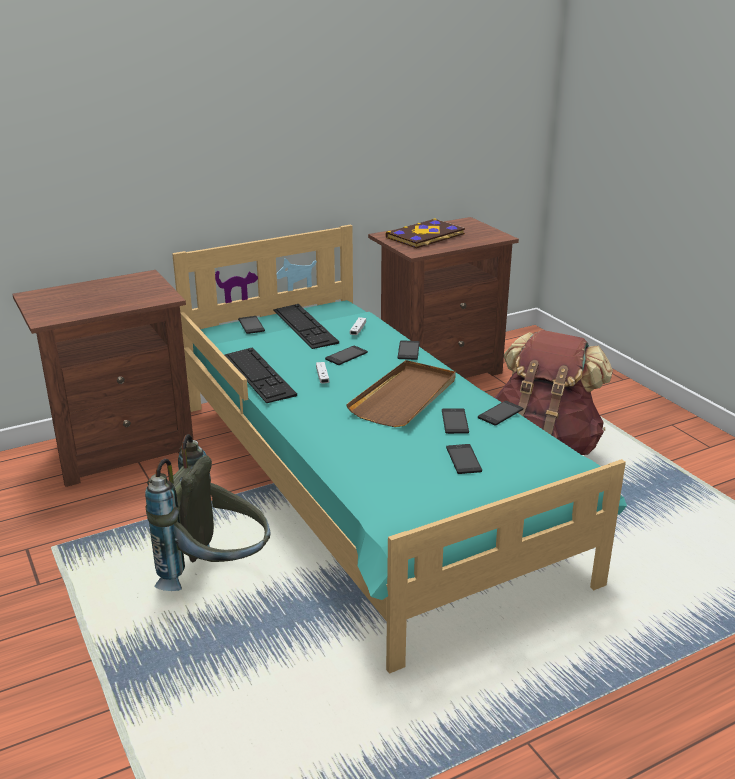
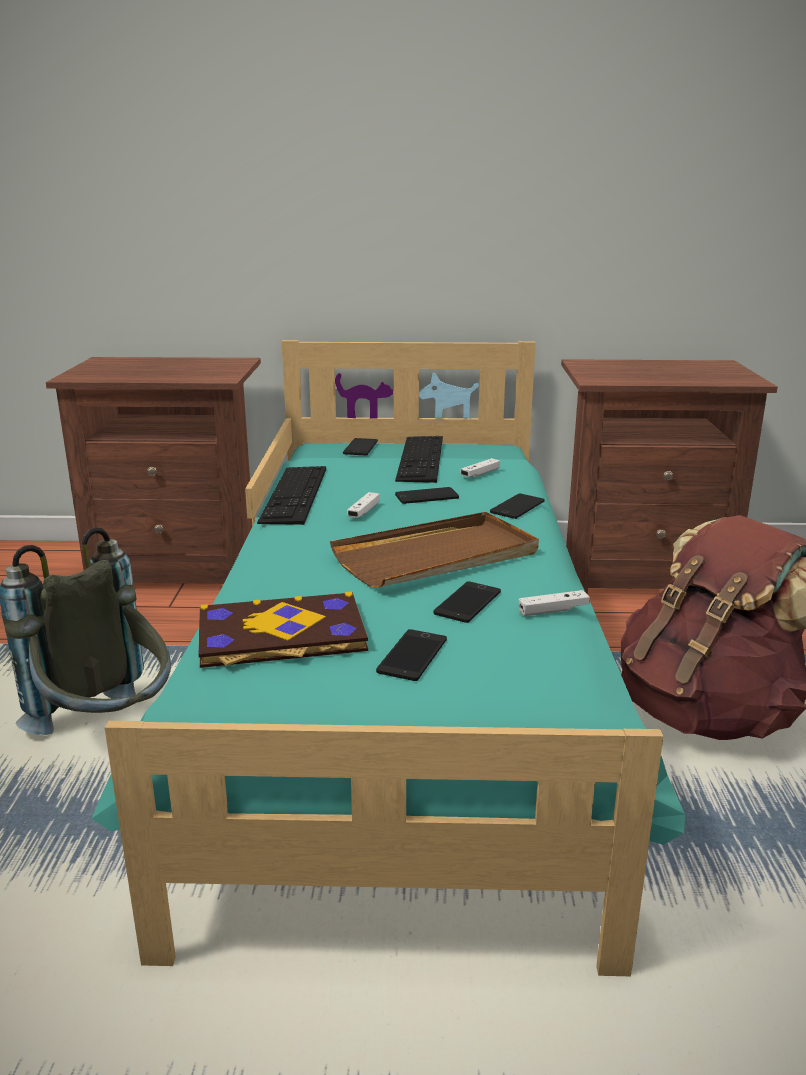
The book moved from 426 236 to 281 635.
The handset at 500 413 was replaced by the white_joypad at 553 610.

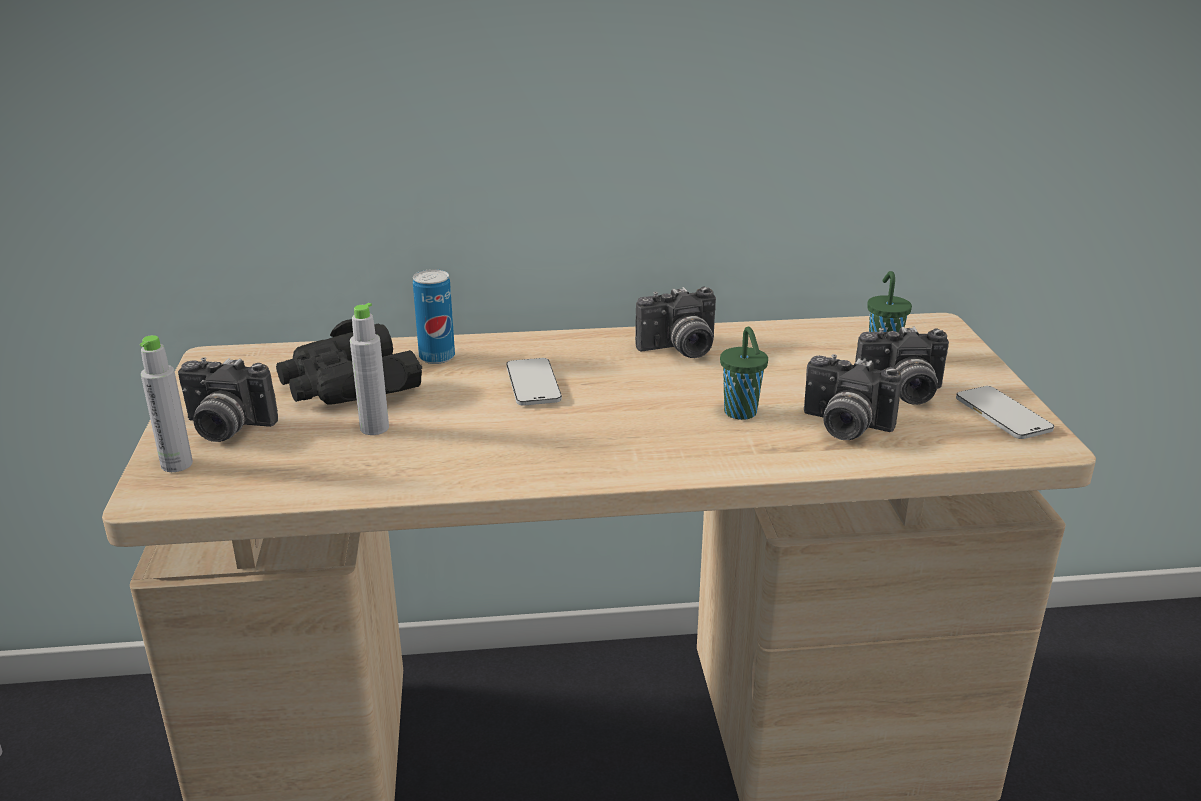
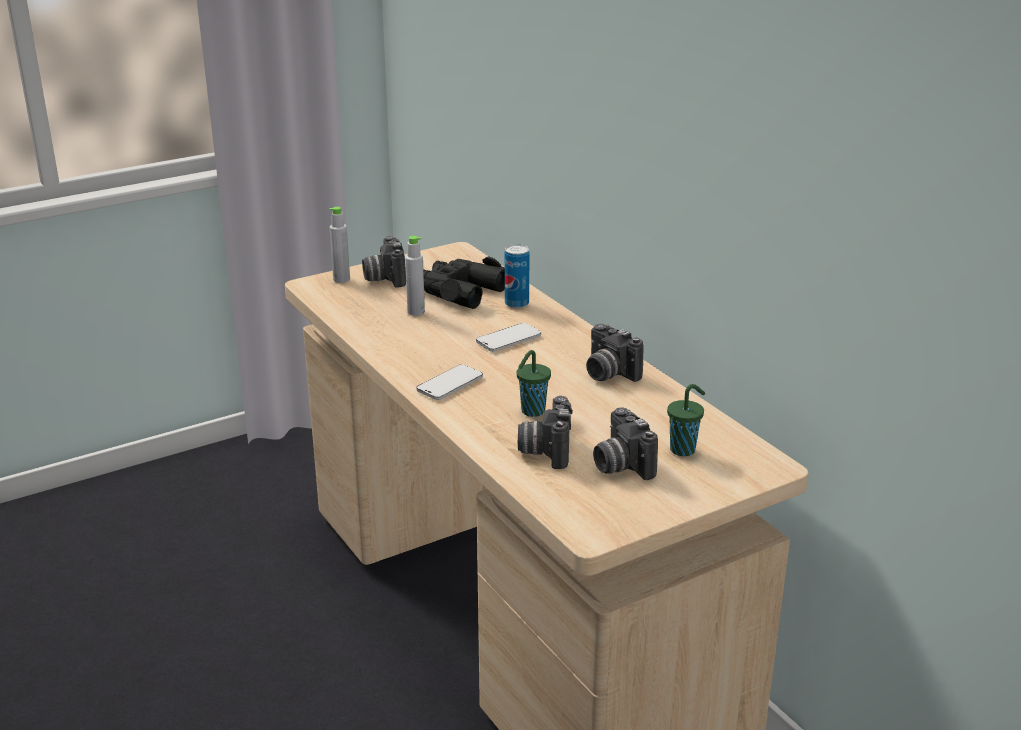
The handset moved from 1002 415 to 450 384.

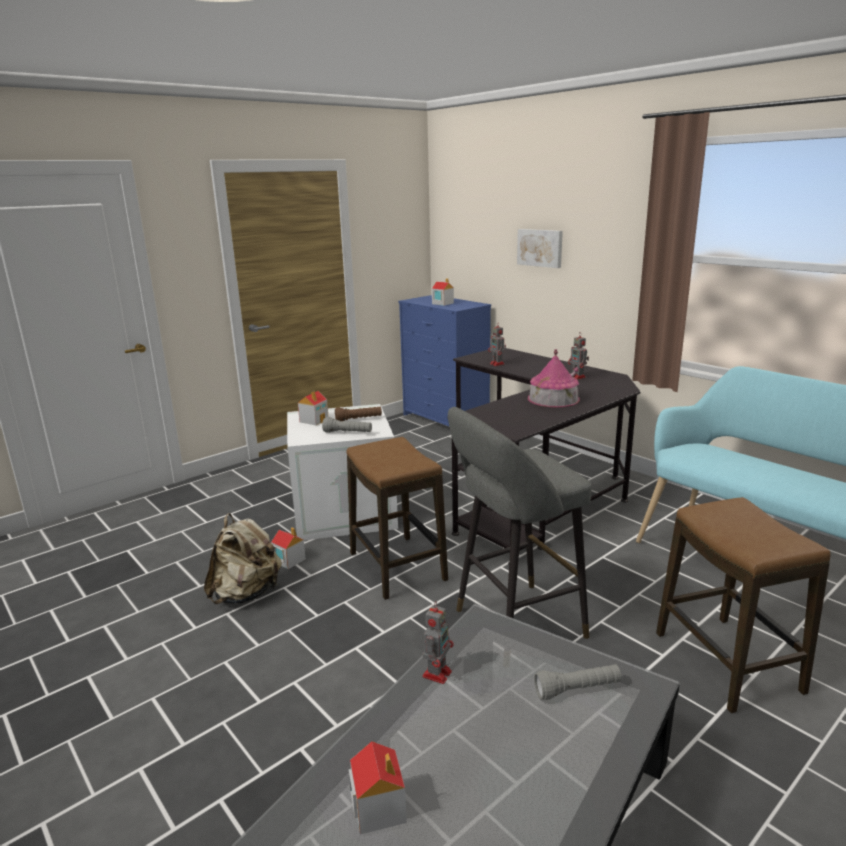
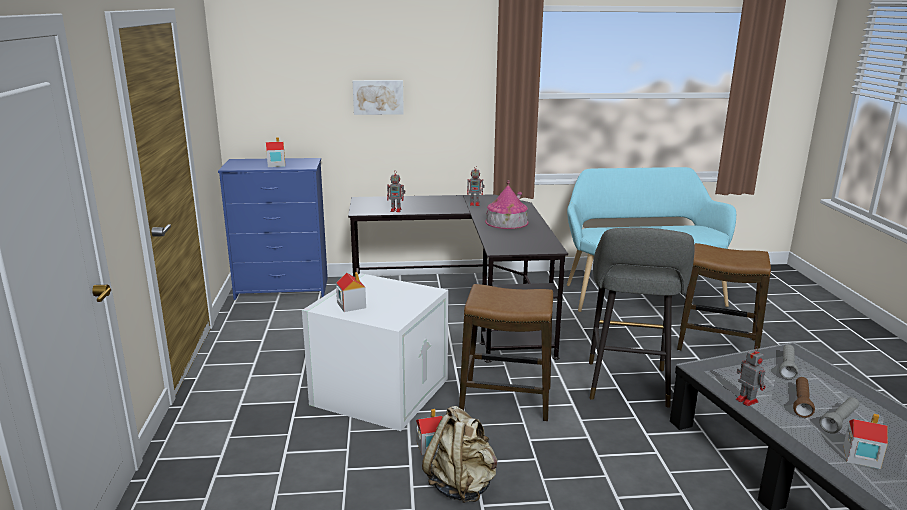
The brown-coloured_flashlight moved from 358 420 to 801 403.
The greyish_flashlight moved from 348 433 to 839 421.

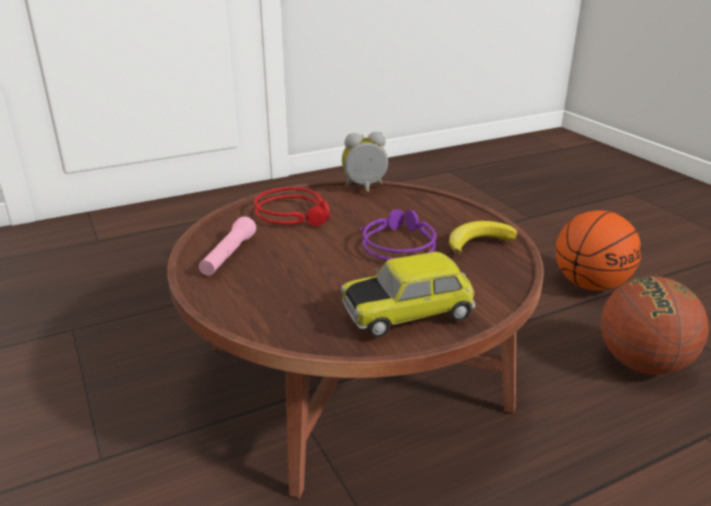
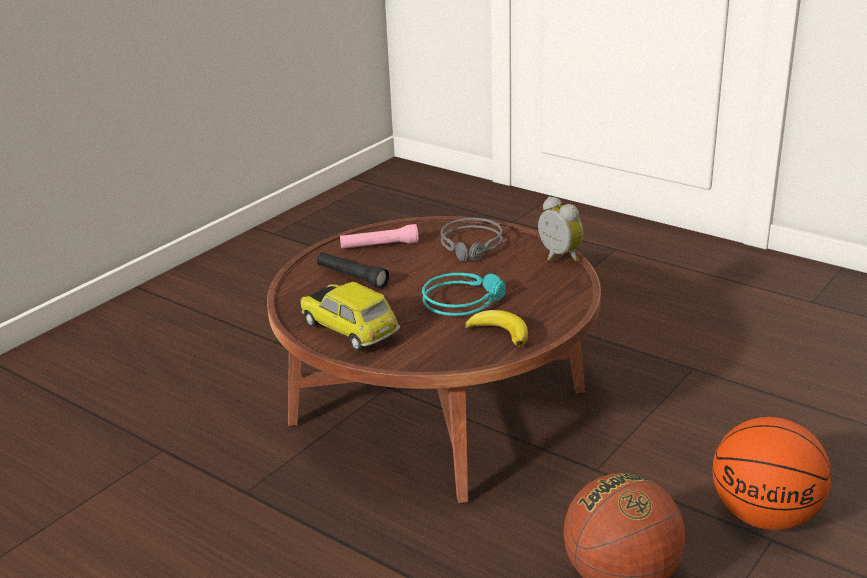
The black_flashlight at 352 277 appeared.
The purple-coloured_pair_of_headphones at 397 244 became the turquoise_pair_of_headphones at 463 300.
The red_pair_of_headphones at 295 214 became the greyish_pair_of_headphones at 473 246.

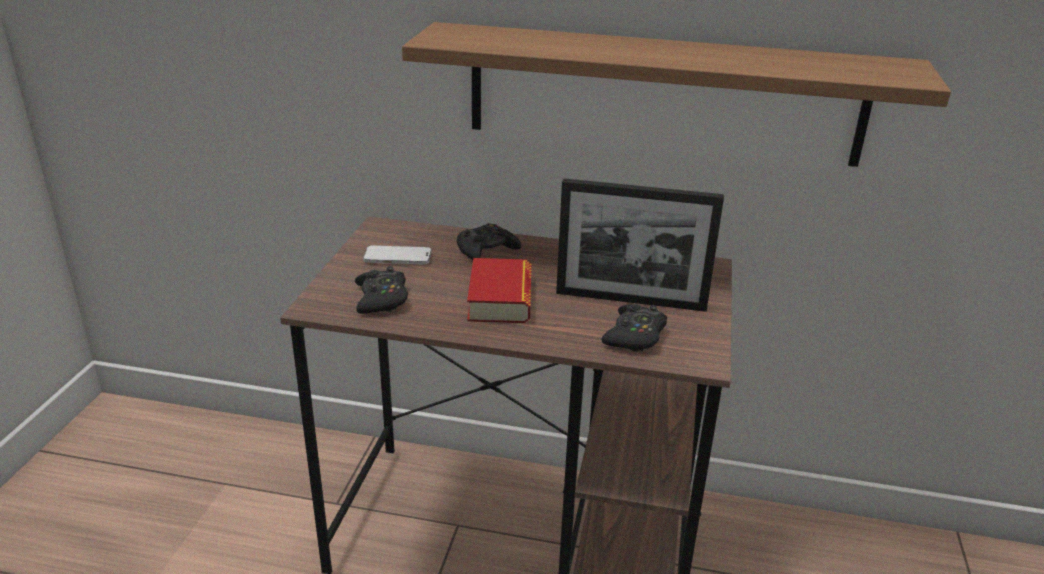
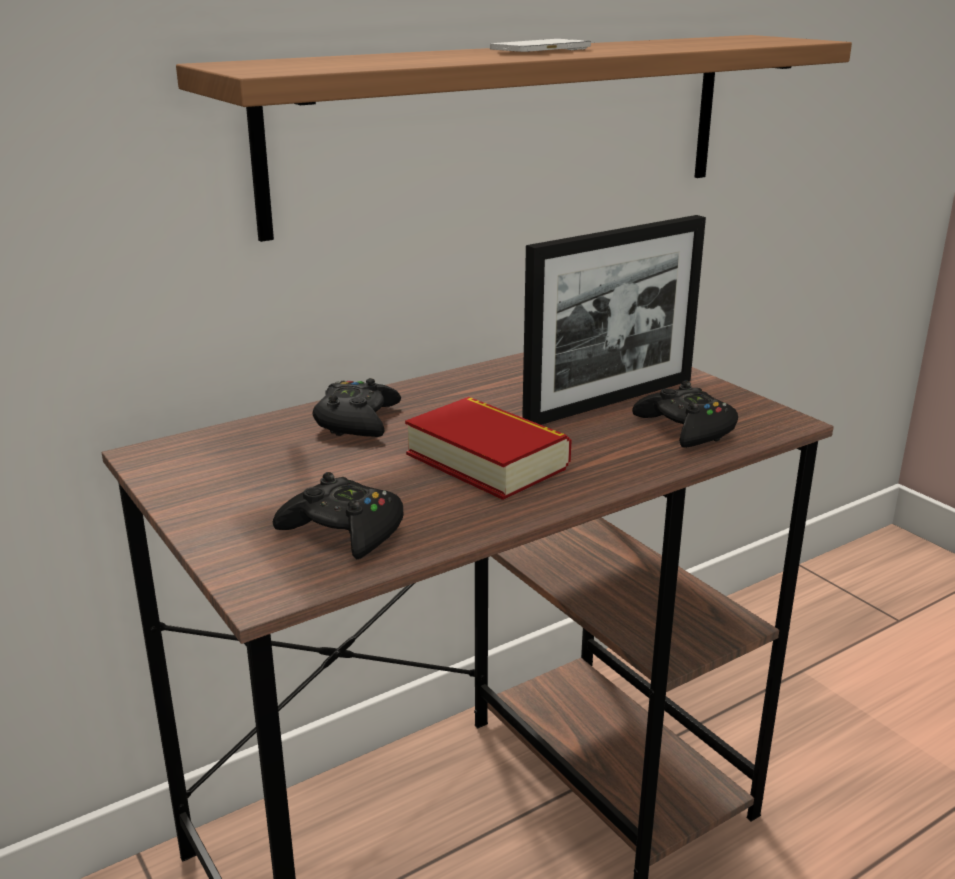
The handset moved from 398 257 to 541 50.

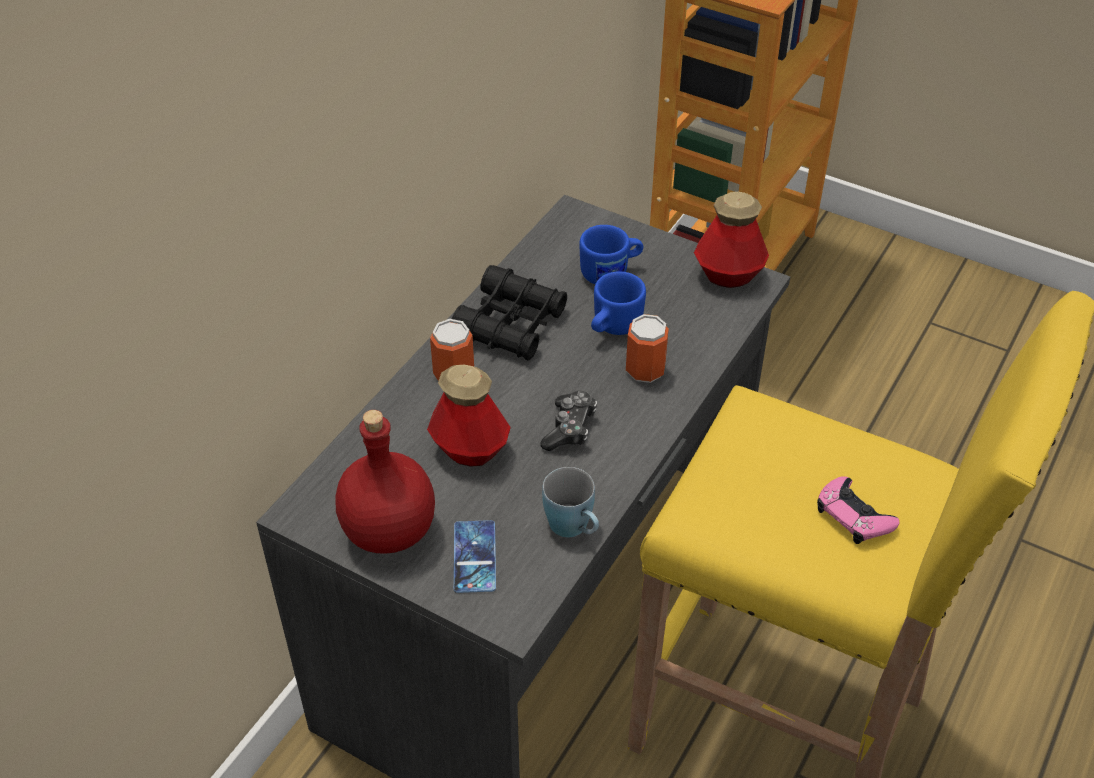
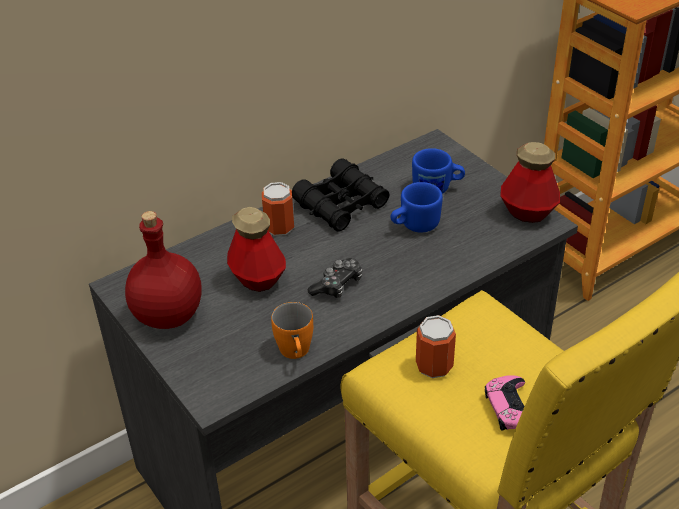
The blue_mug at 574 529 became the orange-coloured_mug at 296 353.
The sealed_can moved from 645 370 to 434 366.
The handset at 474 557 disappeared.

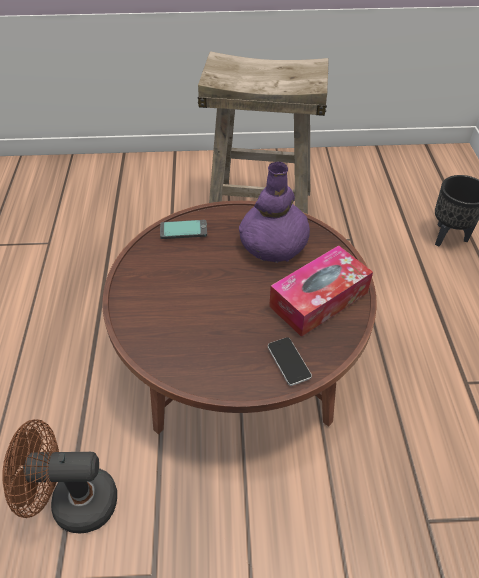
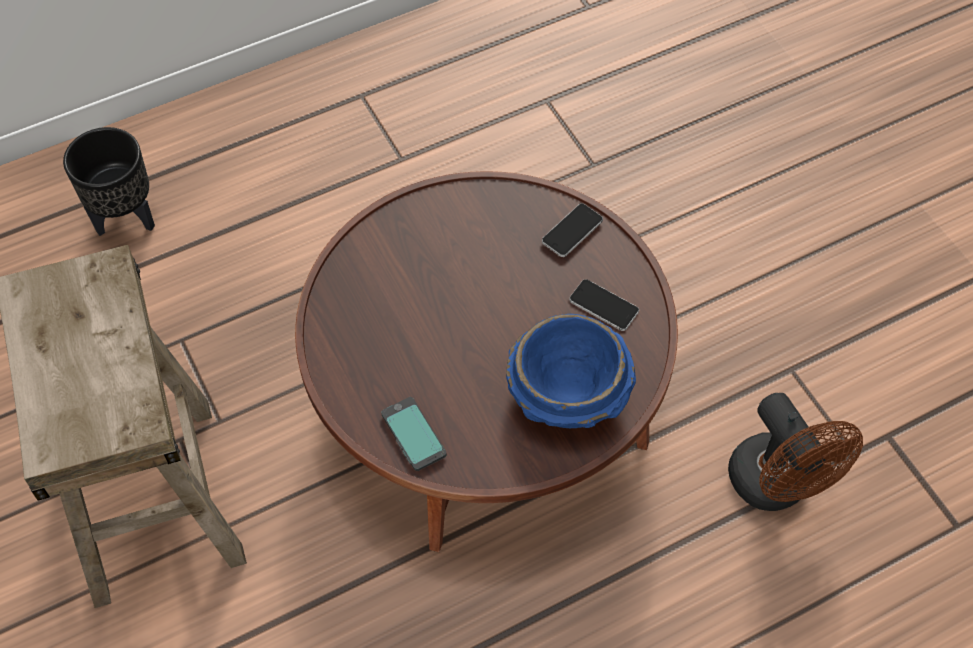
The blue_serving_bowl at 569 394 appeared.
The handset at 603 306 appeared.
The purple-coloured_decorative_vase at 273 245 disappeared.
The box_of_tissues at 319 299 disappeared.

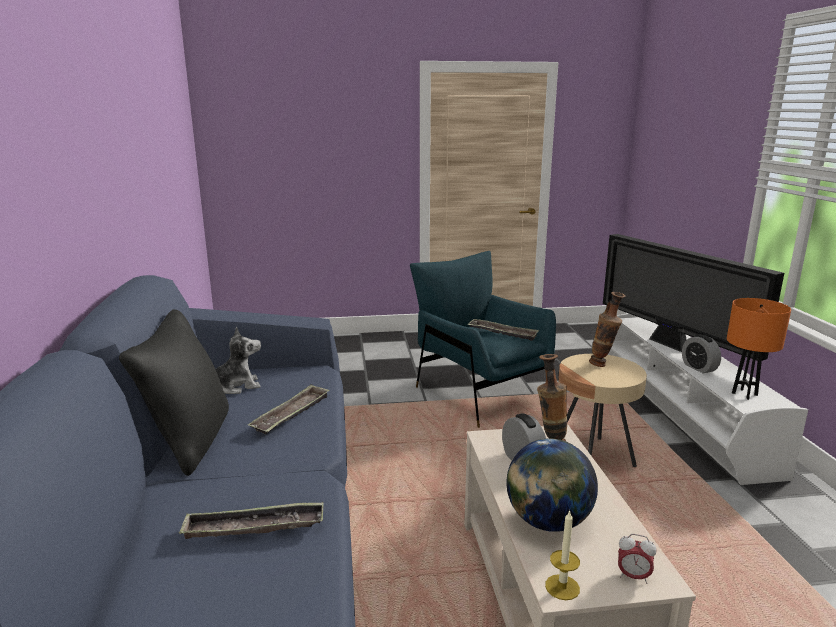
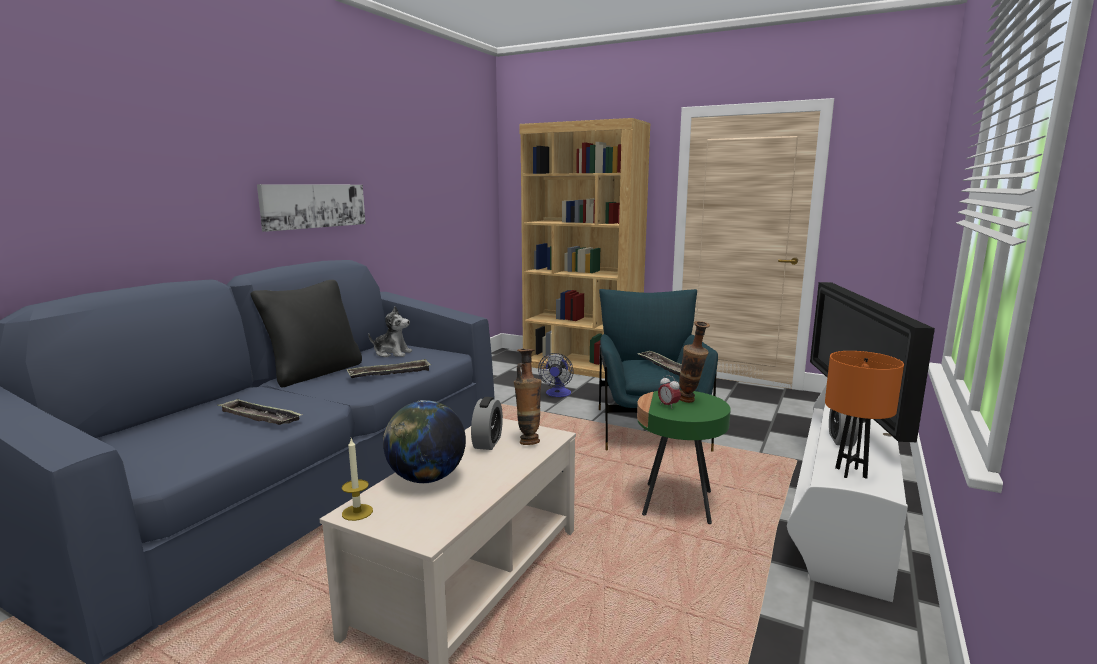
The wall_art at 314 206 appeared.
The brown-coloured_shelving_unit at 581 367 appeared.
The fan at 557 394 appeared.
The beige_side_table at 593 457 became the greenish_side_table at 677 503.
The table_clock moved from 633 576 to 668 406.

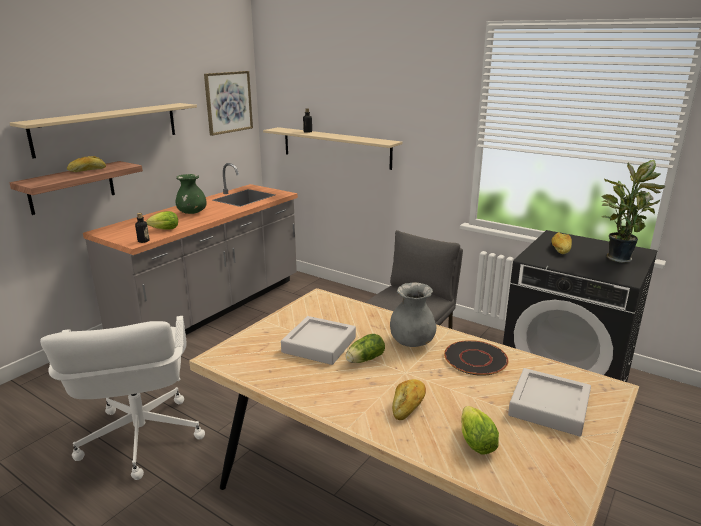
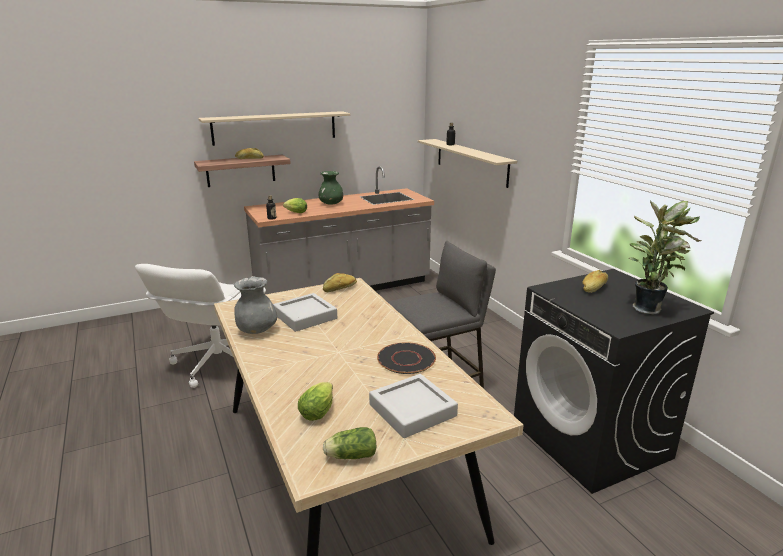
The greyish_decorative_vase moved from 412 342 to 256 330.
The bread moved from 408 405 to 340 288.
The head_of_lettuce moved from 363 360 to 349 456.
The wall_art at 228 102 disappeared.

